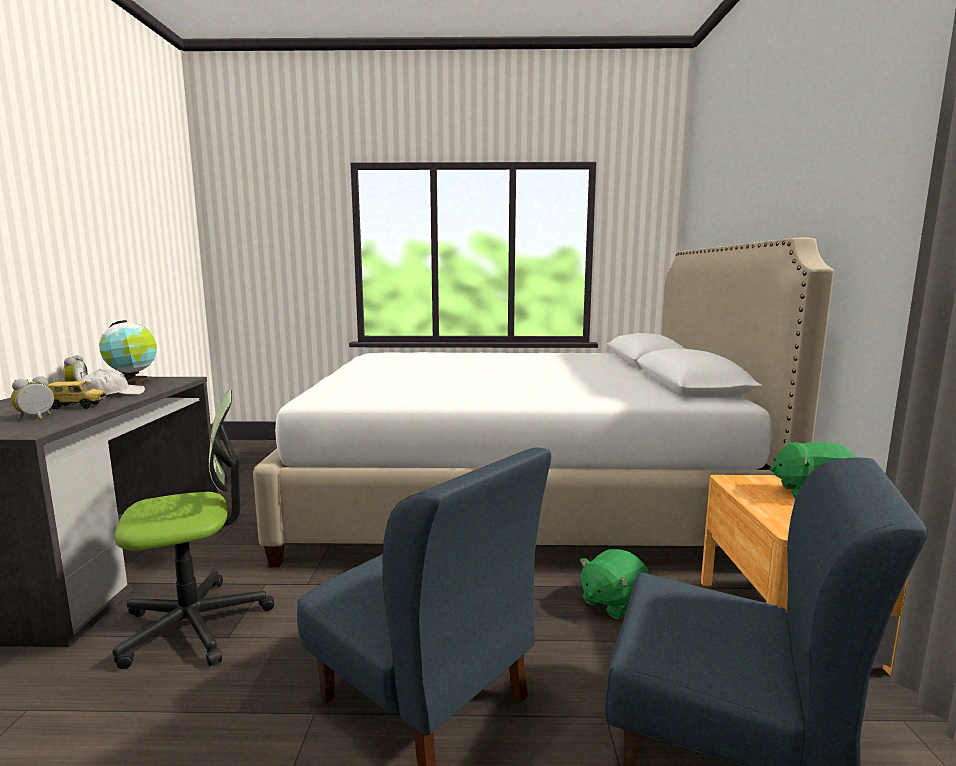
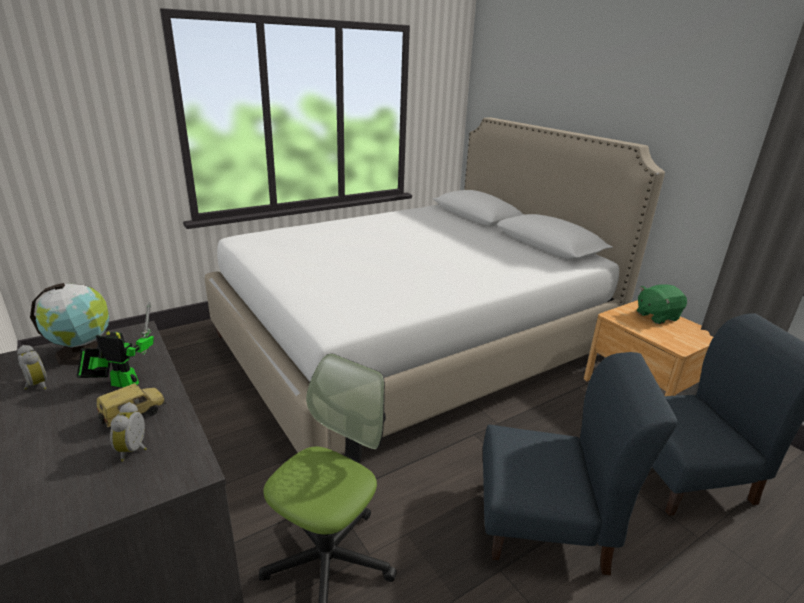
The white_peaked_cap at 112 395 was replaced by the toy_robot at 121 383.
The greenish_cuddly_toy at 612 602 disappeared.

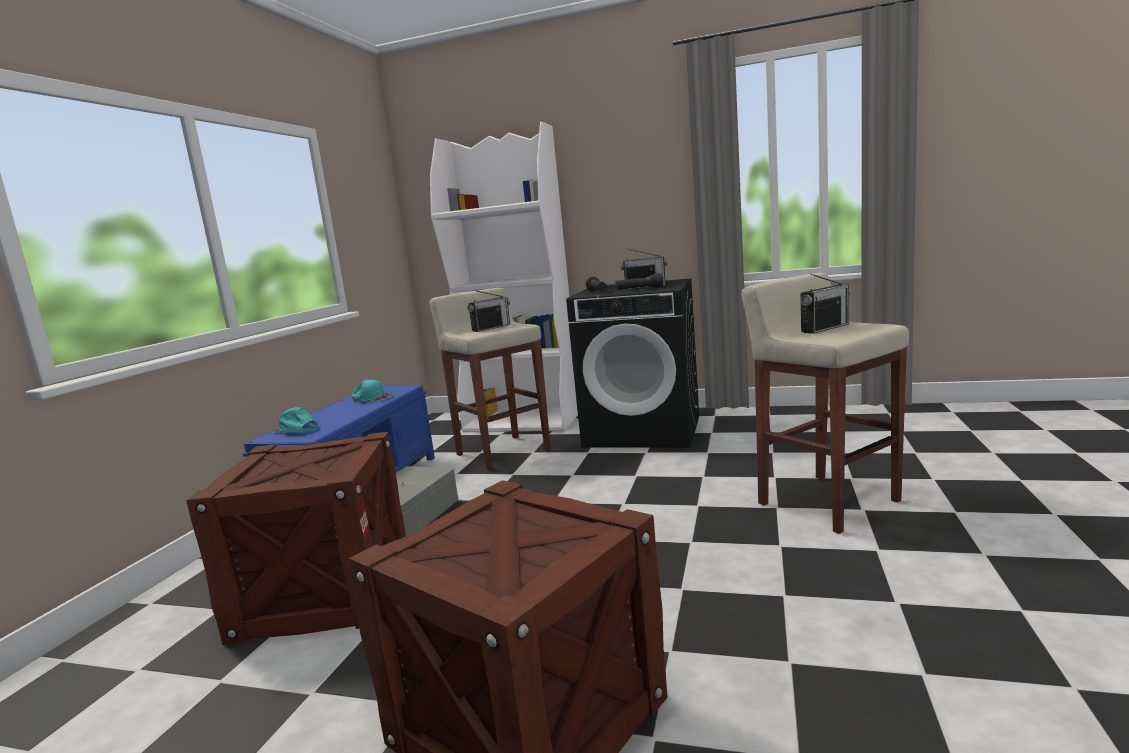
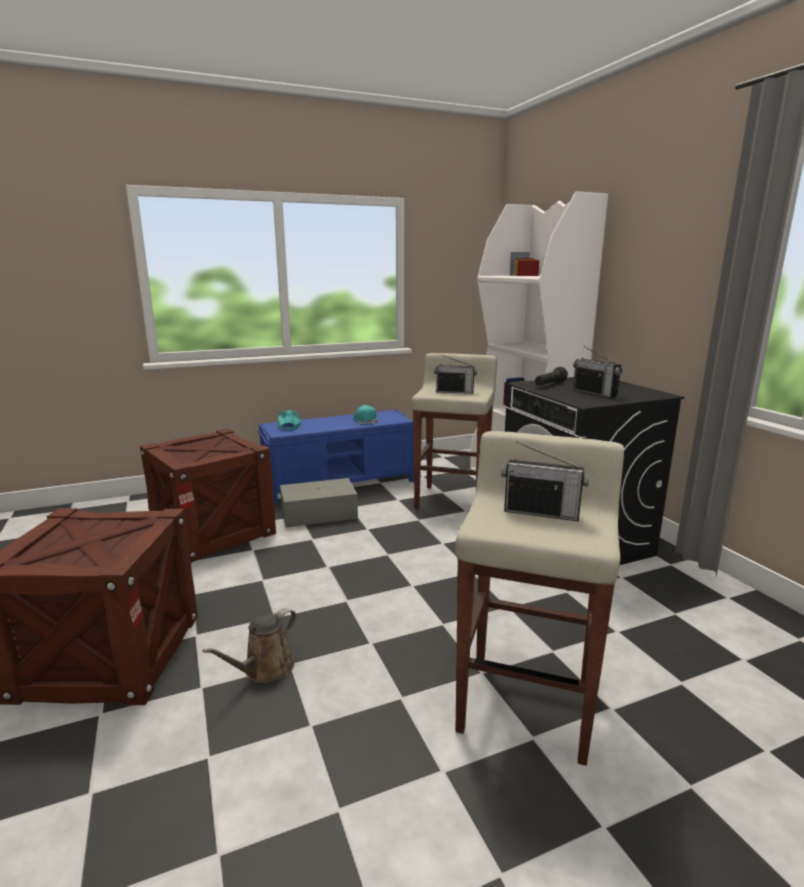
The brown-coloured_sprinkling_can at 265 669 appeared.
The black_flashlight at 639 290 disappeared.

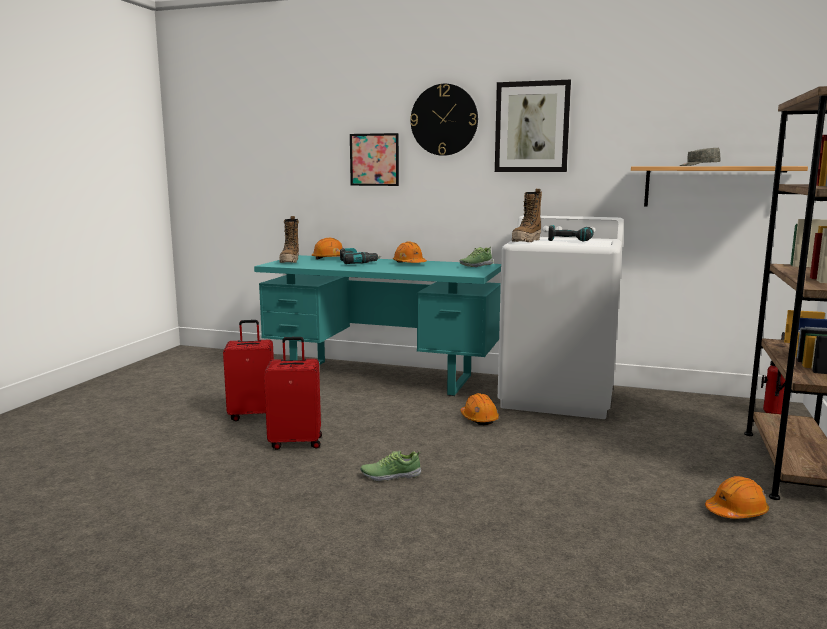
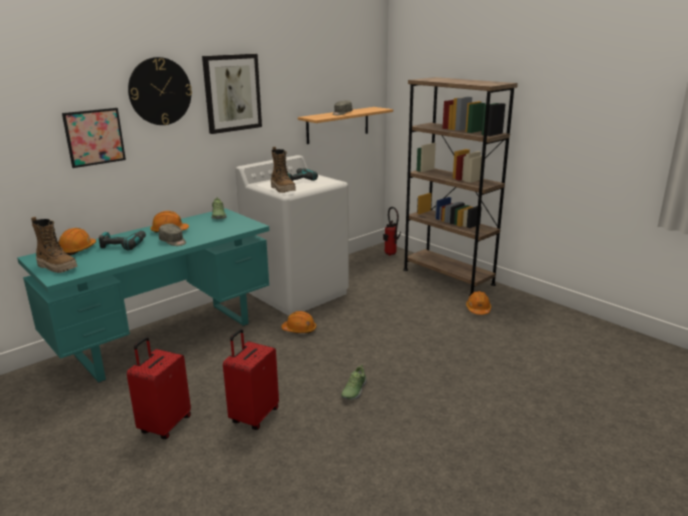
The greyish_peaked_cap at 173 241 appeared.

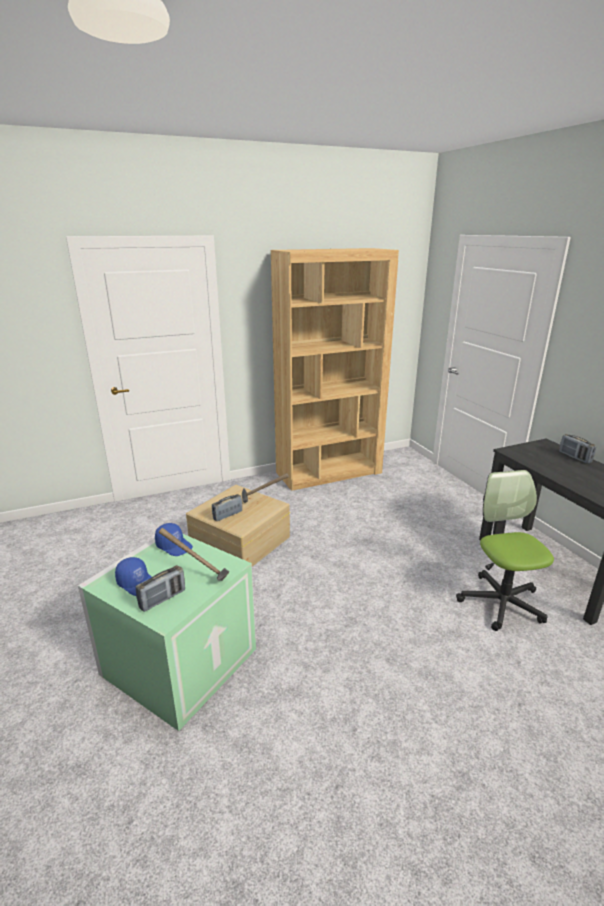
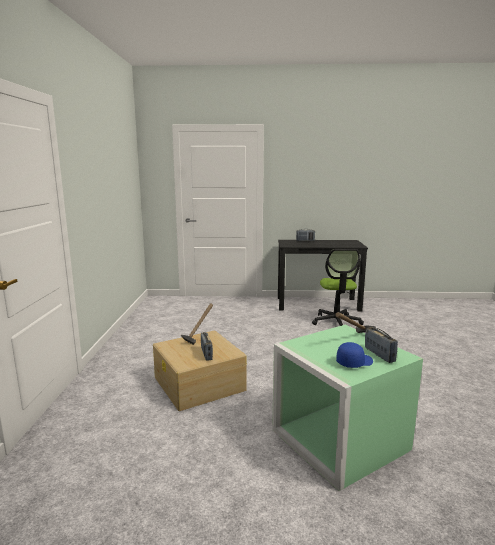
The computer_chair at 501 602 turned 105 degrees counterclockwise.
The blue_peaked_cap at 174 546 disappeared.
The brown-coloured_shelving_unit at 329 472 disappeared.

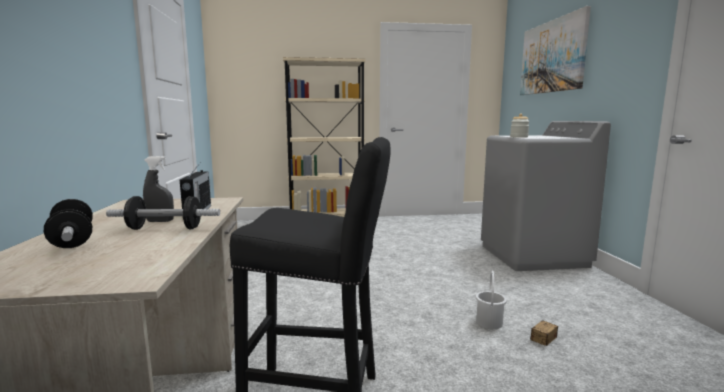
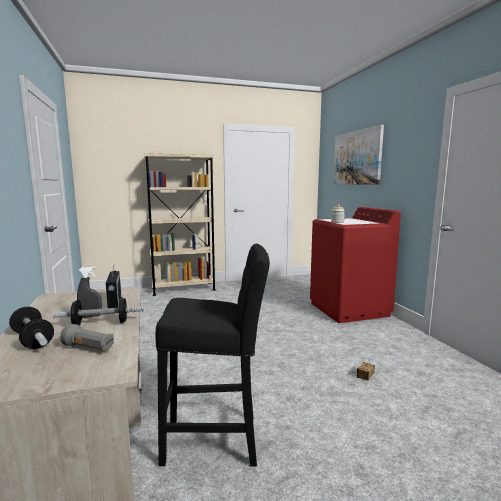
The greyish_flashlight at 89 348 appeared.
The greyish_washing_machine at 533 256 became the red_washing_machine at 349 309.
The white_water_bucket at 489 322 disappeared.

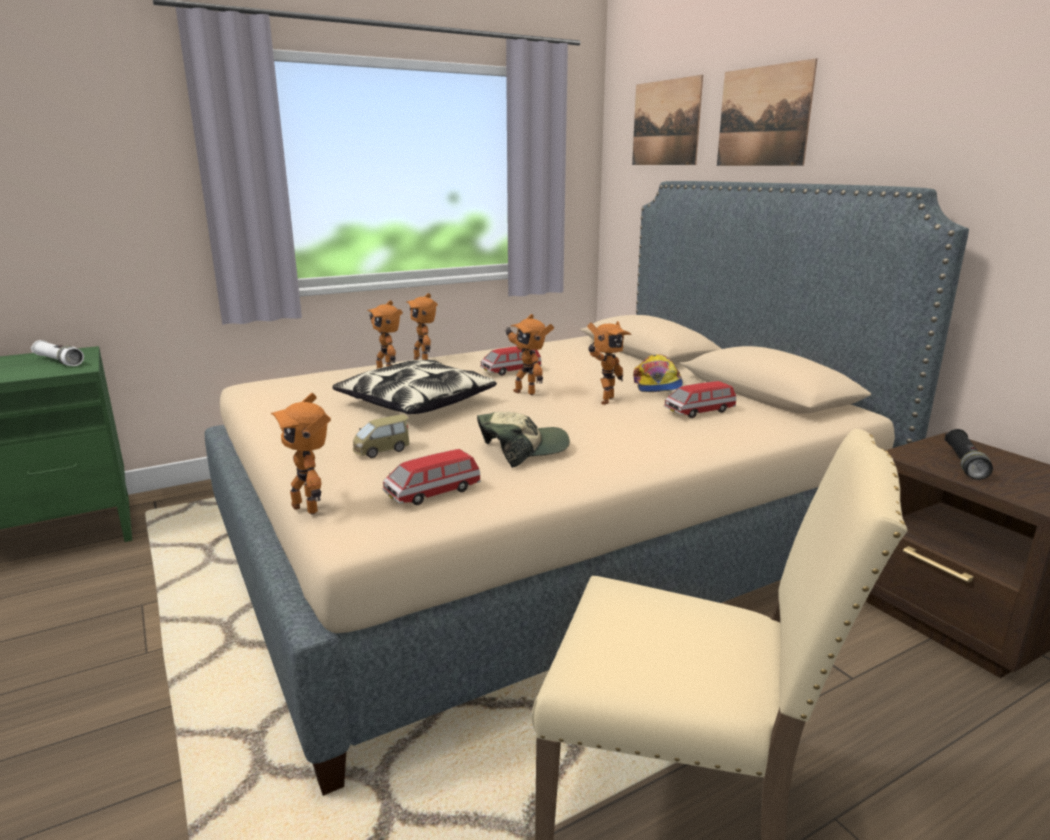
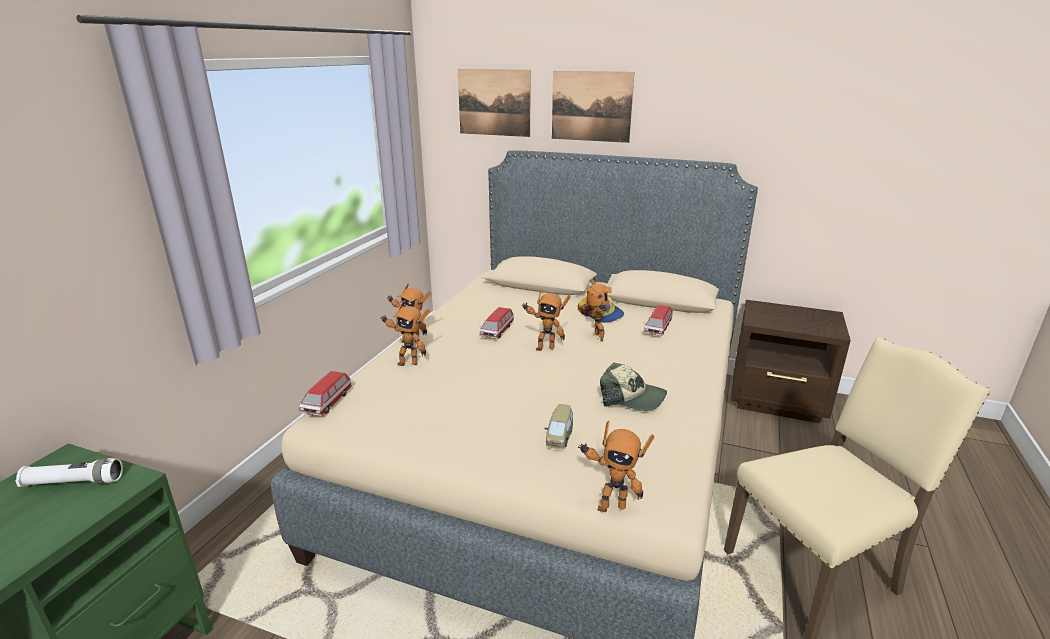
The miniature_car moved from 432 493 to 327 403.
The peaked_cap at 522 450 turned 90 degrees clockwise.
The cushion at 415 403 disappeared.
The black_flashlight at 964 463 disappeared.

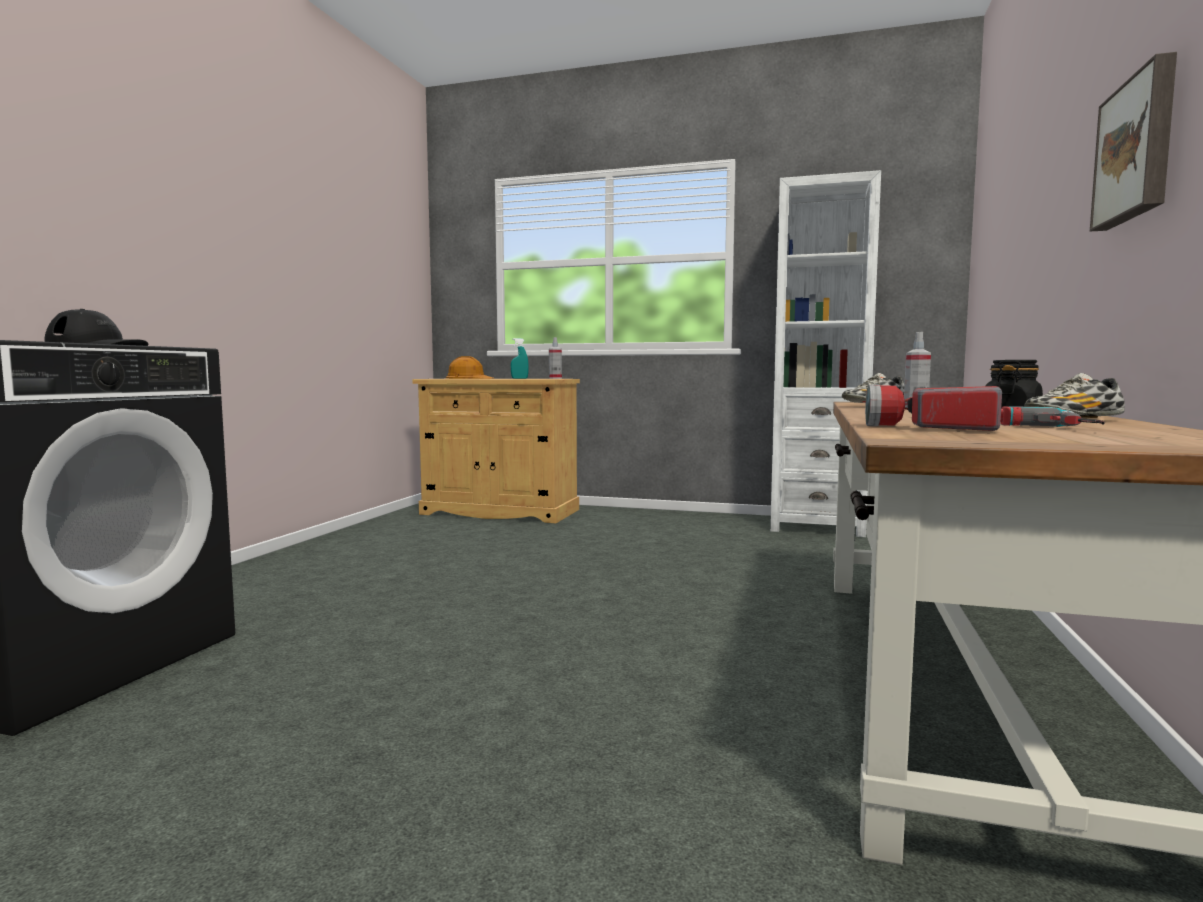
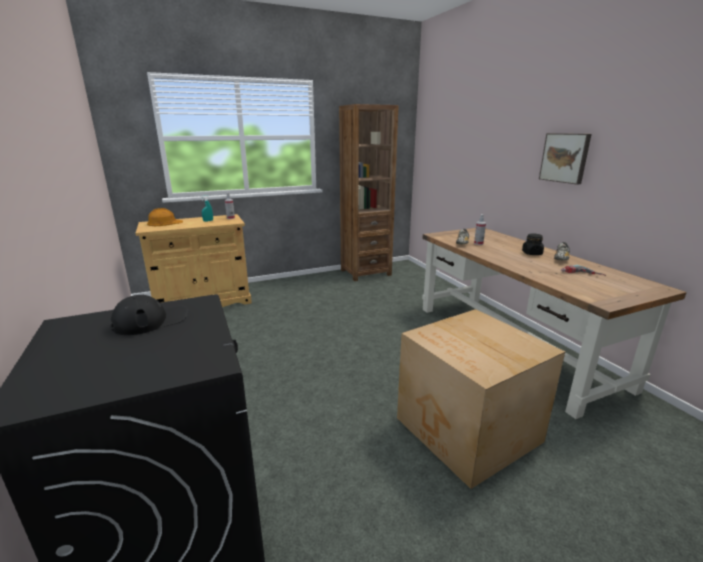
The white_shelving_unit at 816 526 became the brown-coloured_shelving_unit at 365 272.
The carton at 467 431 appeared.
The flashlight at 928 428 disappeared.

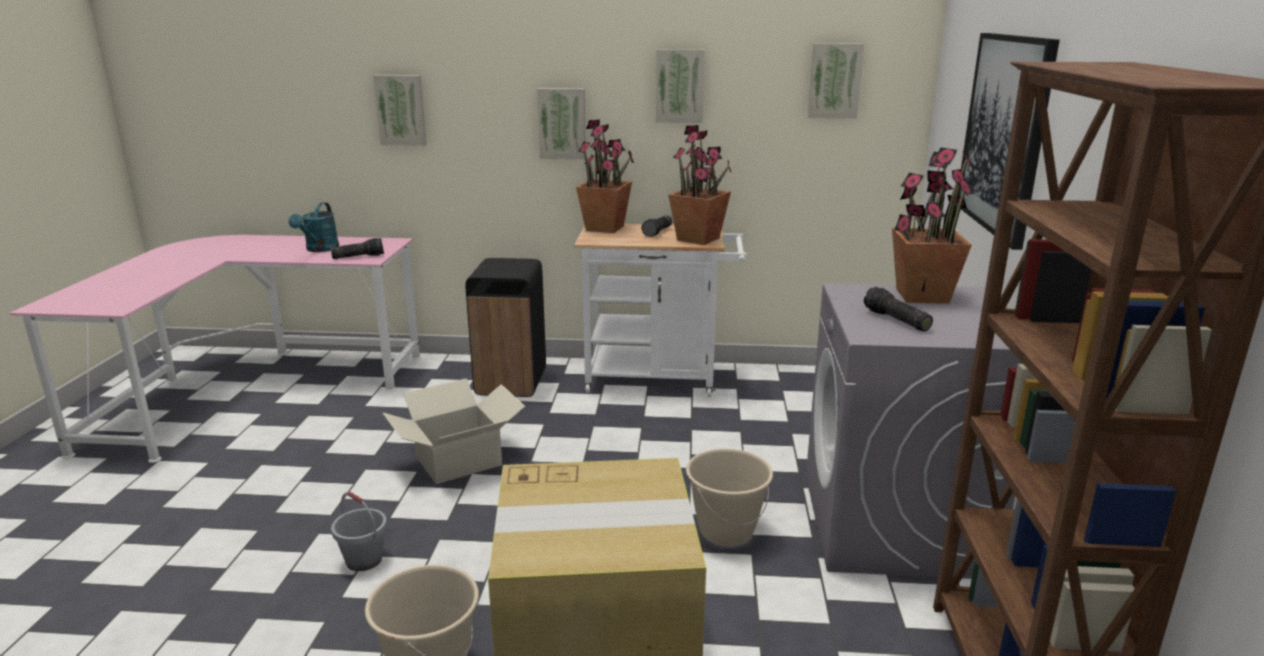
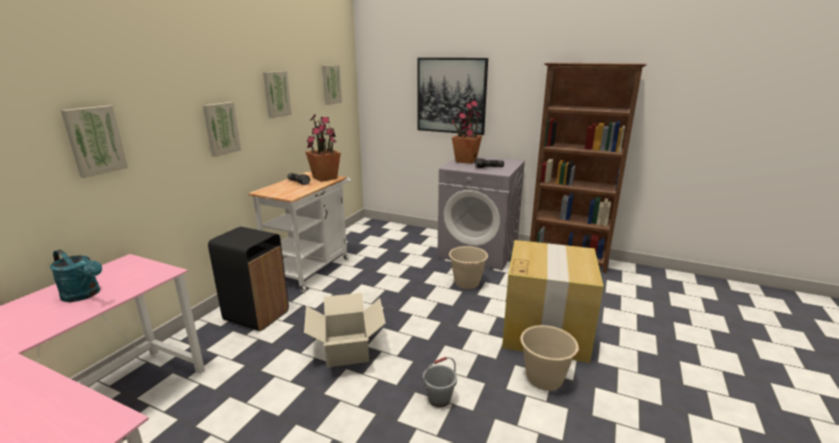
The flashlight at 359 256 disappeared.
The houseplant at 605 228 disappeared.

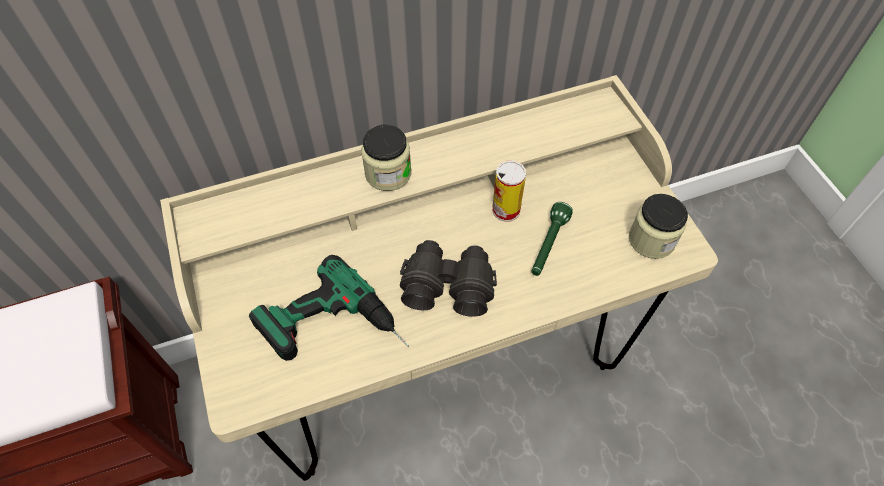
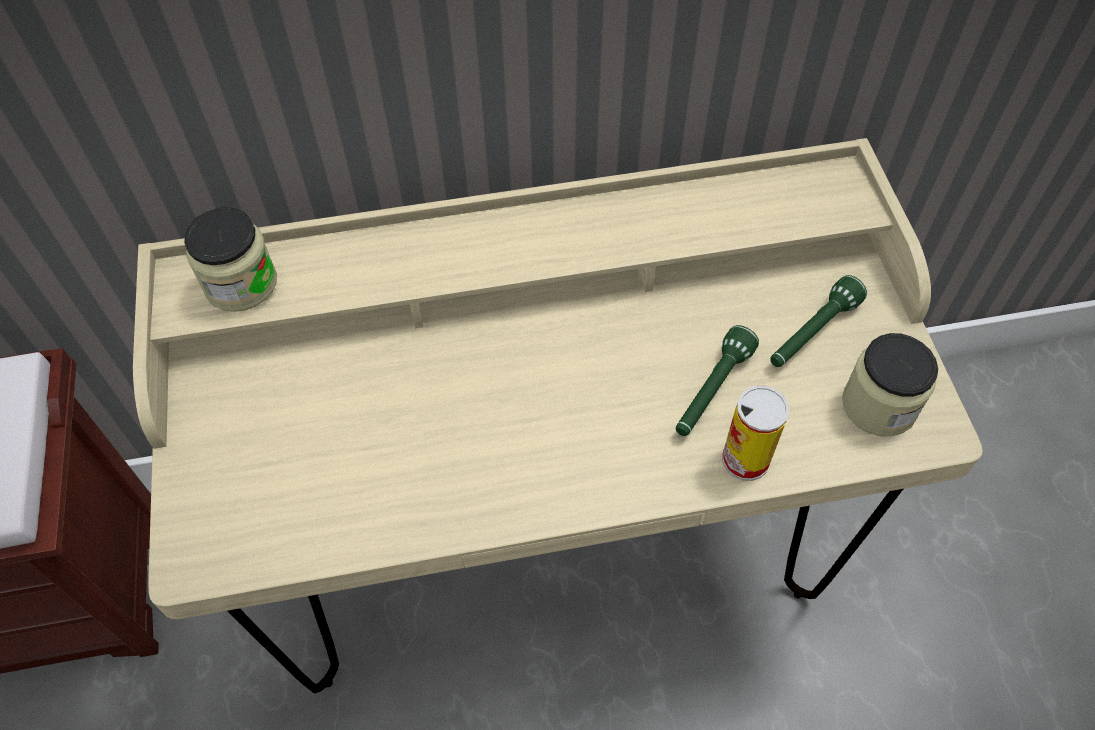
The storage_jar moved from 388 173 to 241 283.
The sealed_can moved from 506 210 to 745 459.
The greenish_flashlight at 812 333 appeared.
The drill at 335 333 disappeared.
The black_binoculars at 448 284 disappeared.

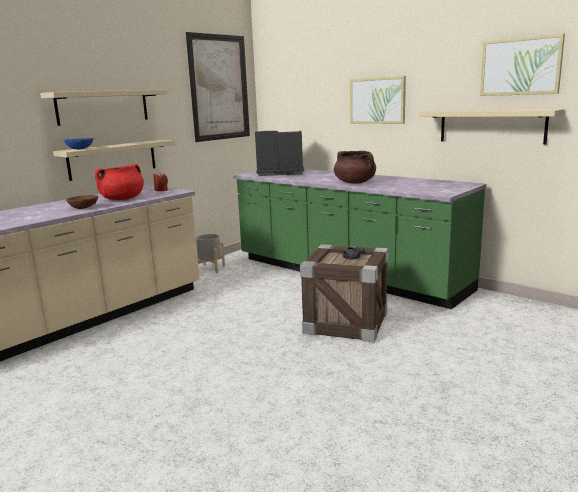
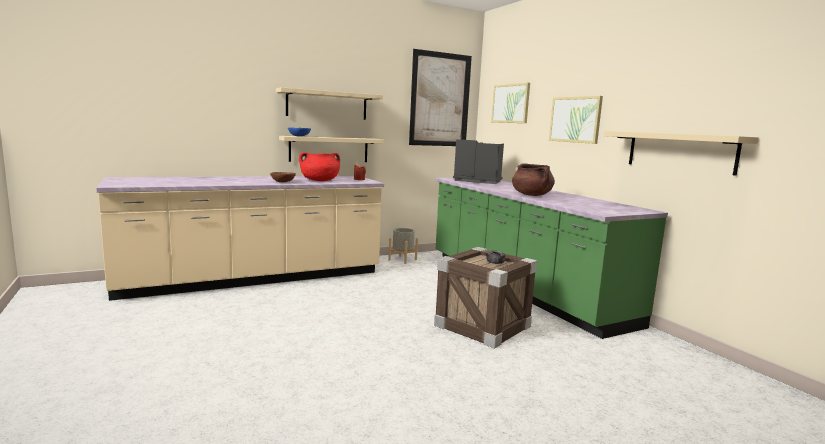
The wall_art moved from 520 66 to 511 103.

